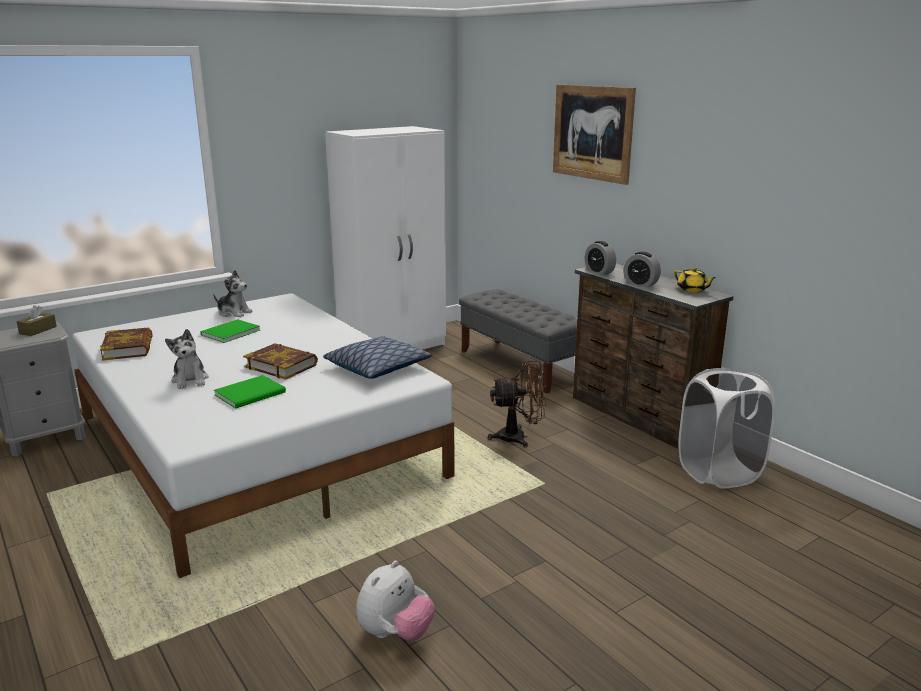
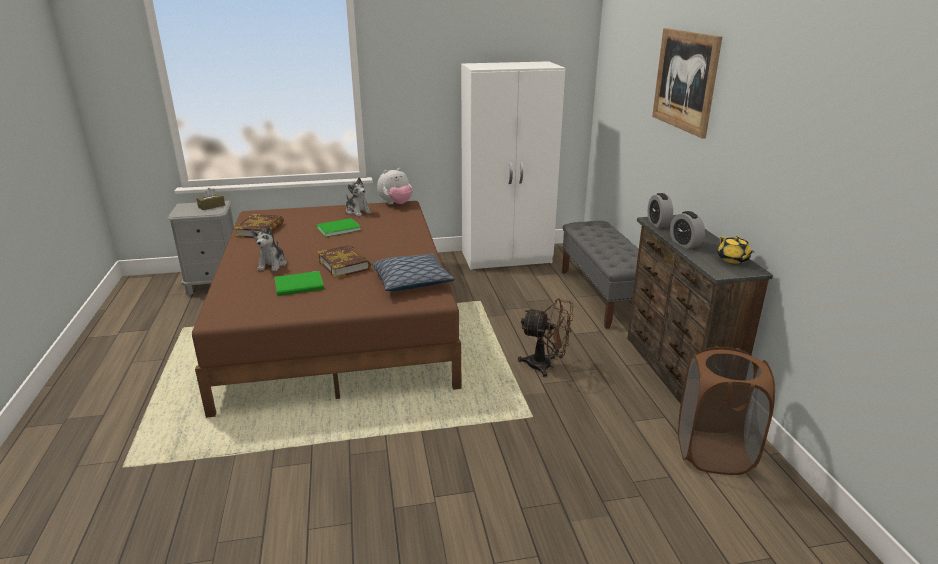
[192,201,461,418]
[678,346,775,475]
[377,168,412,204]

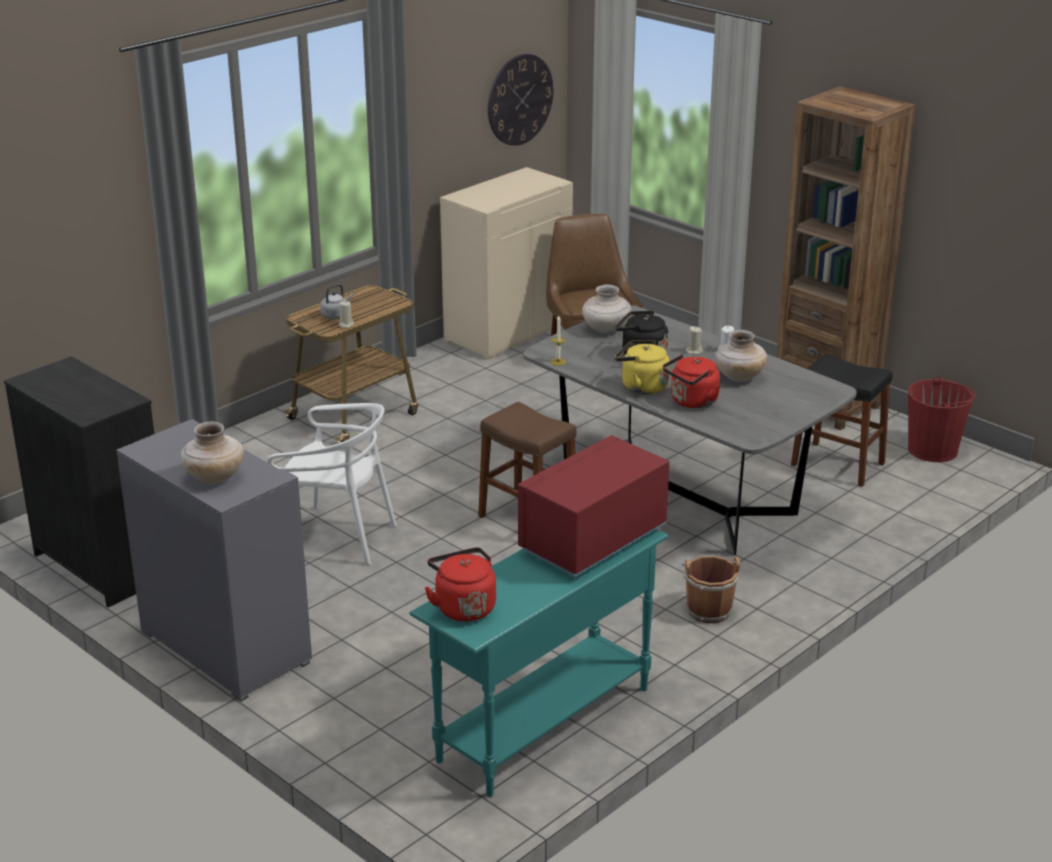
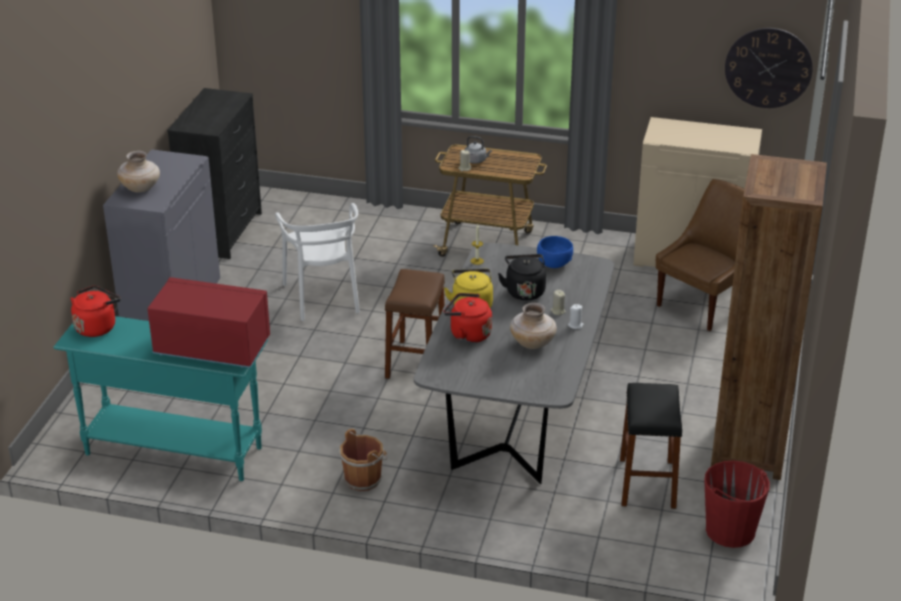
[537,236,573,268]

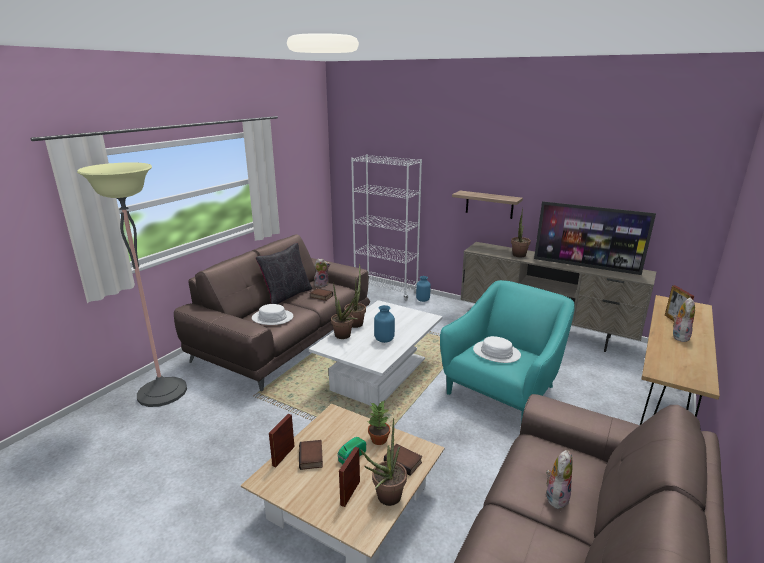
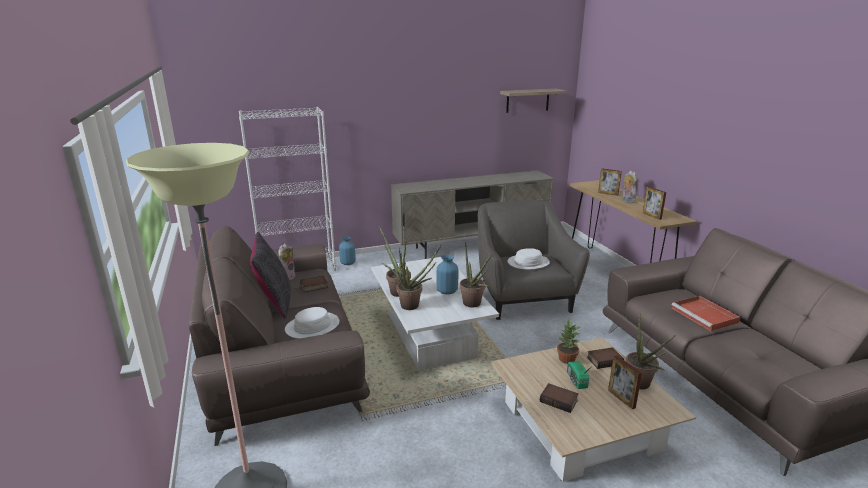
[500,89,567,113]
[534,201,656,275] (first image)
[460,242,493,307]
[478,200,590,320]
[643,187,666,220]
[672,296,740,331]

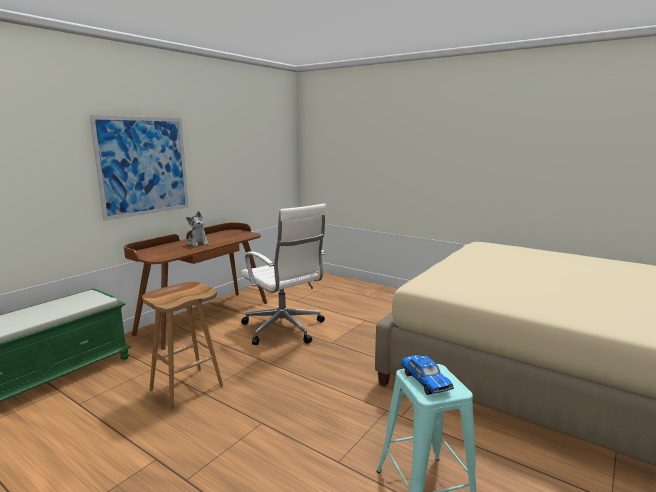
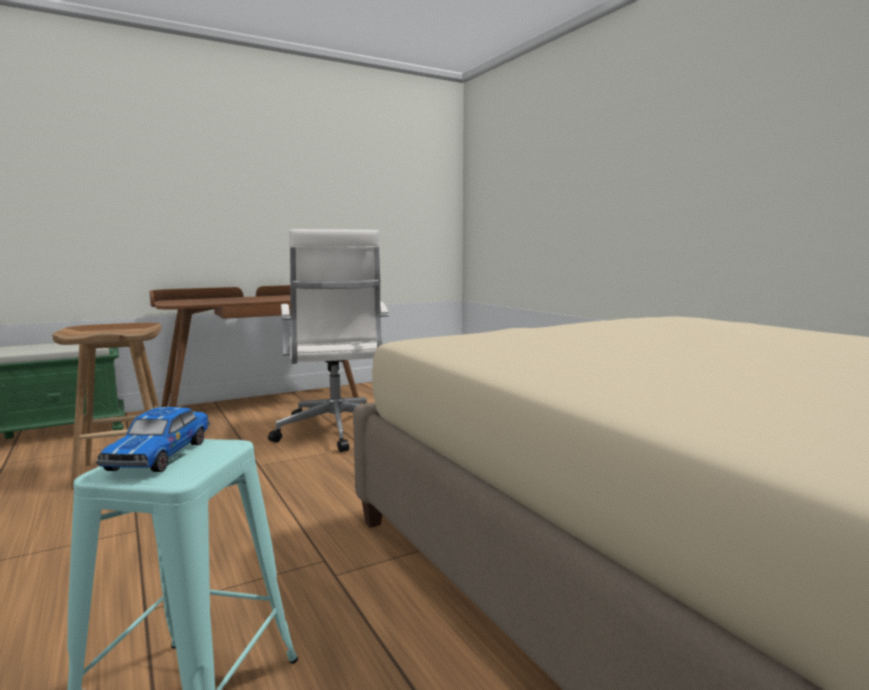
[89,115,189,221] (first image)
[186,211,209,247] (first image)

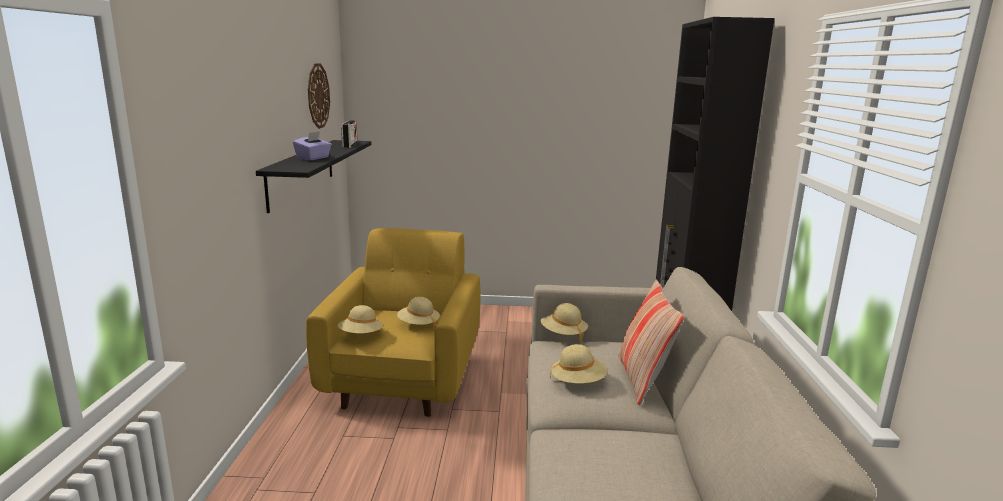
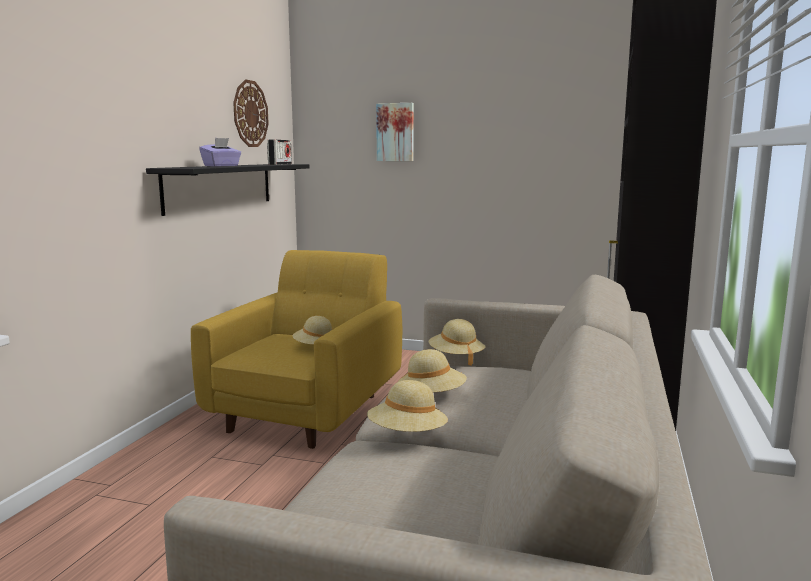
[618,279,684,405] (first image)
[367,380,448,432]
[376,103,414,161]

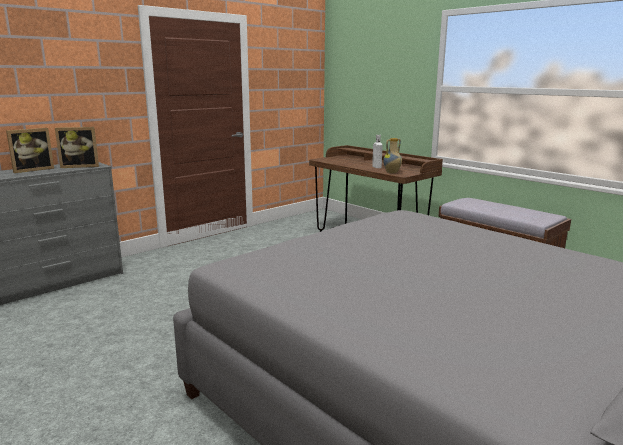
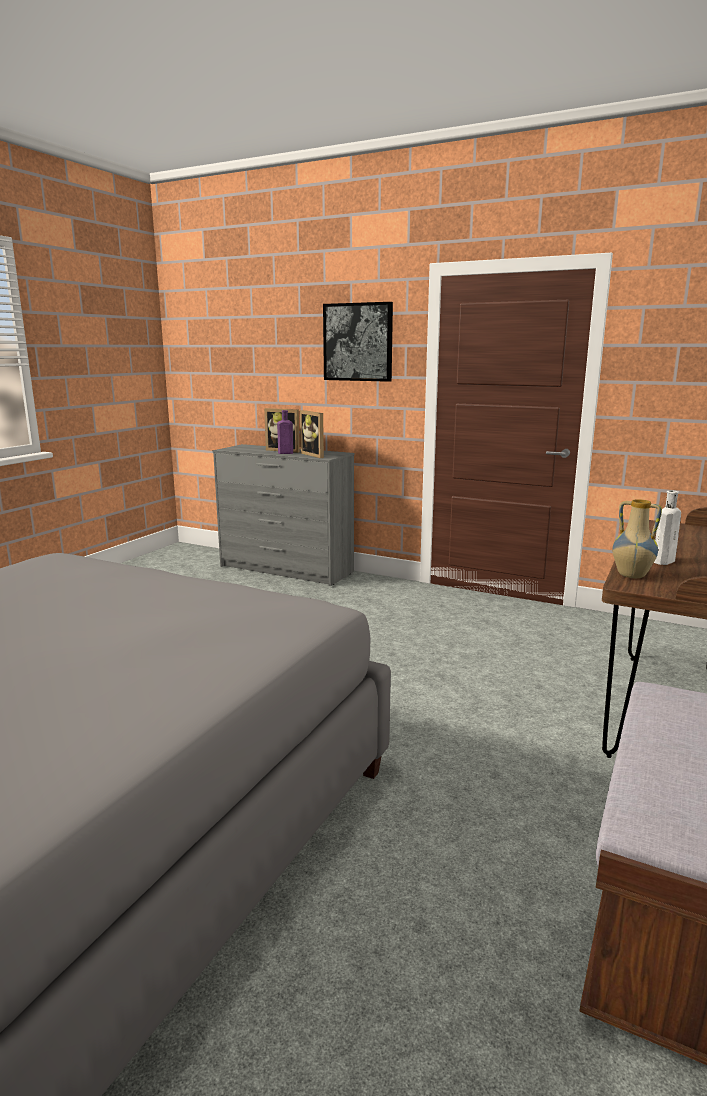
[323,302,393,382]
[277,410,293,454]

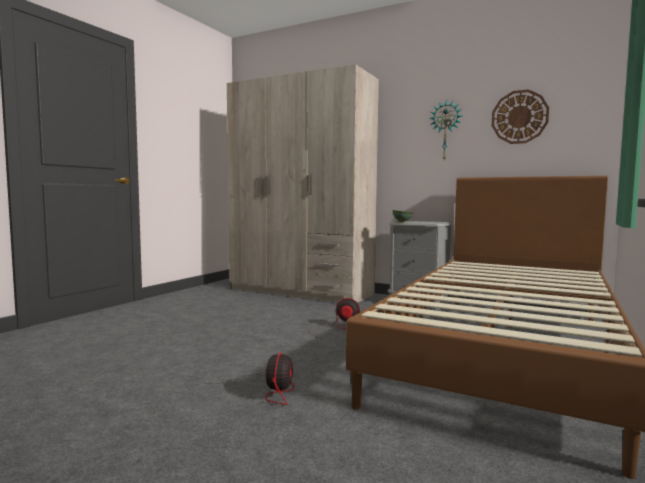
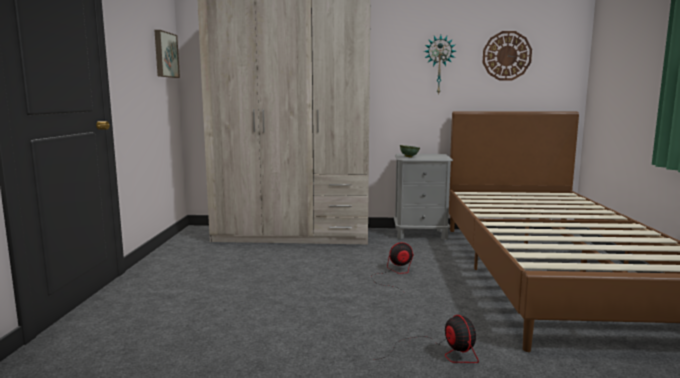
[155,30,180,78]

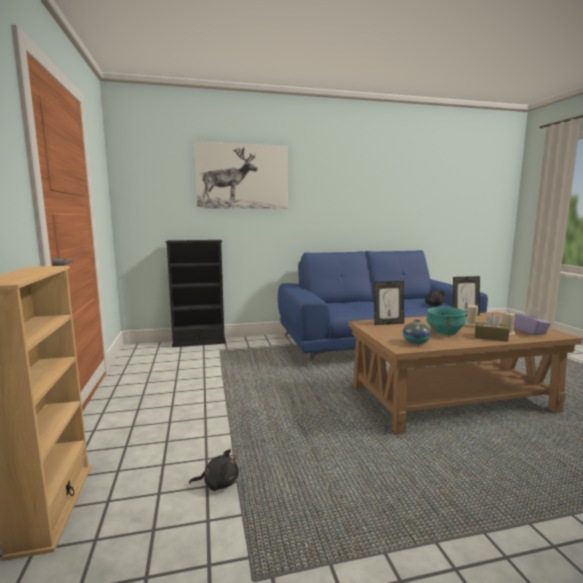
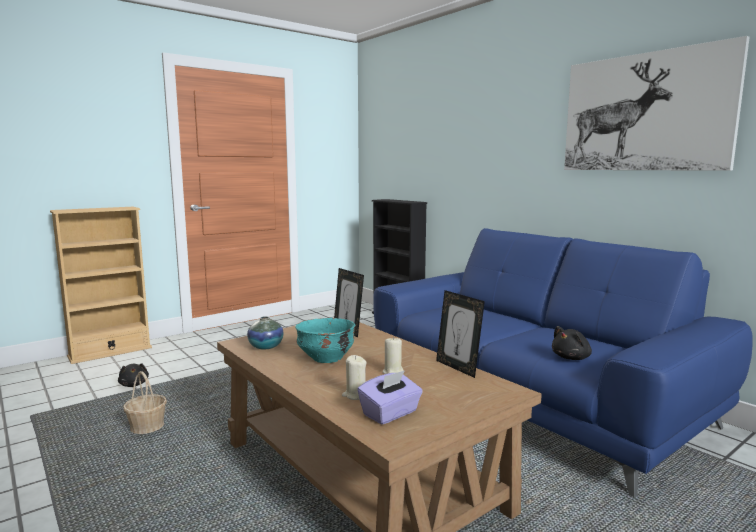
[564,36,750,171]
[475,313,510,342] (first image)
[123,371,167,434]

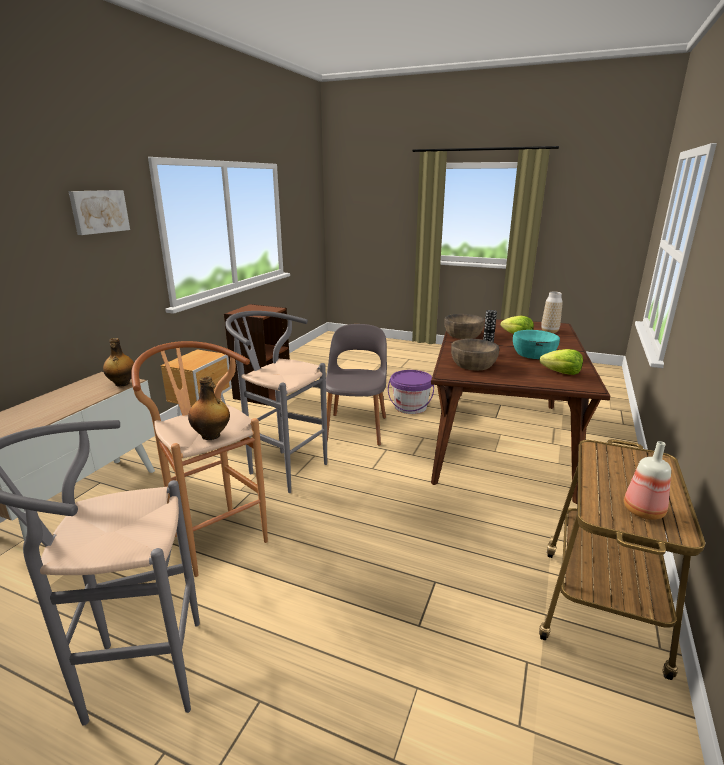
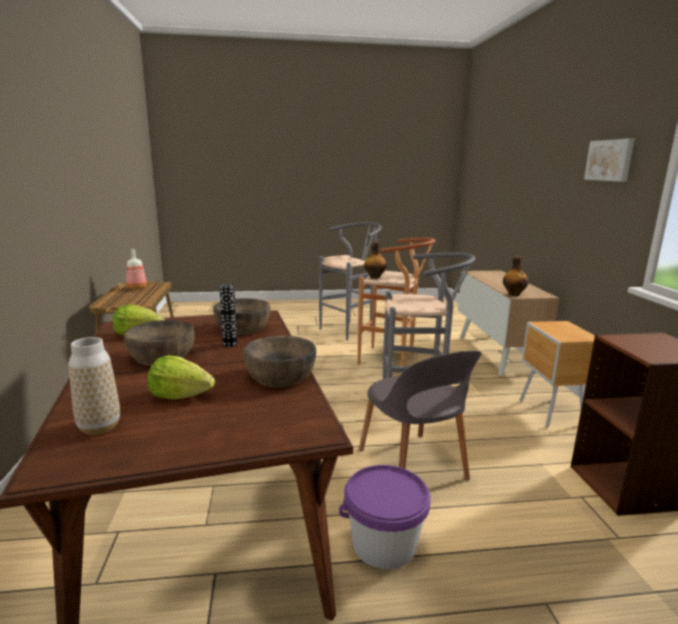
[124,320,195,366]

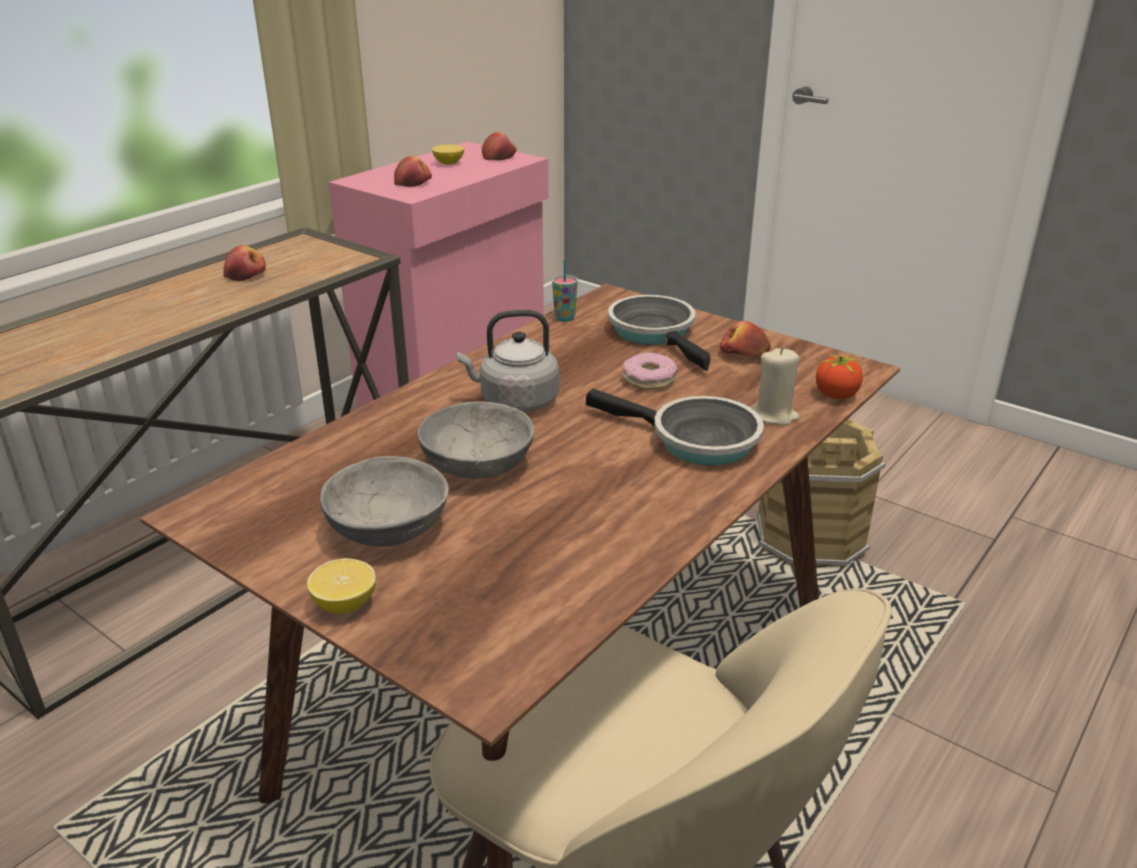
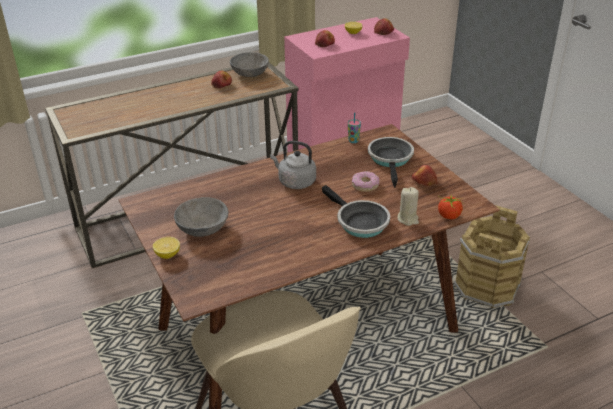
[230,52,269,77]

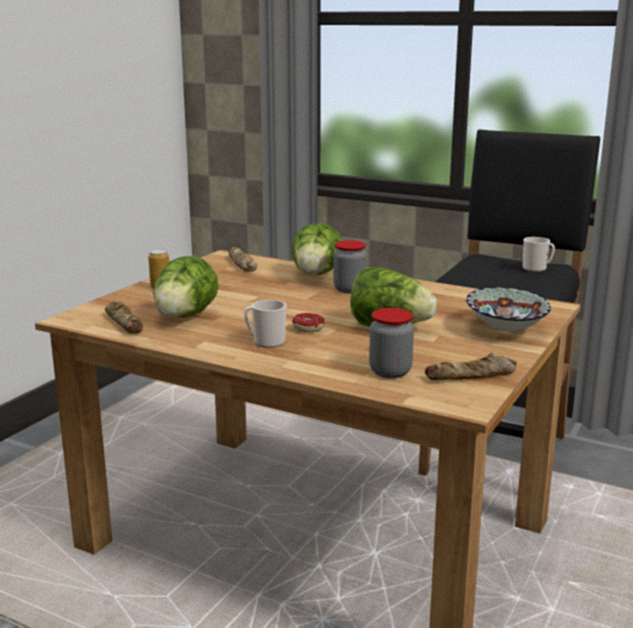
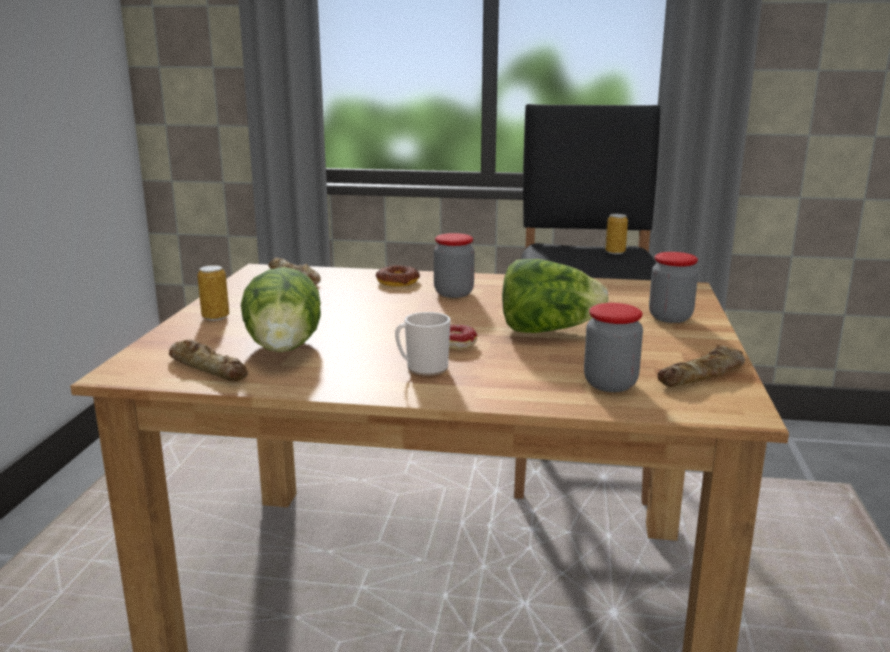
[376,265,420,287]
[605,214,628,254]
[649,252,698,323]

